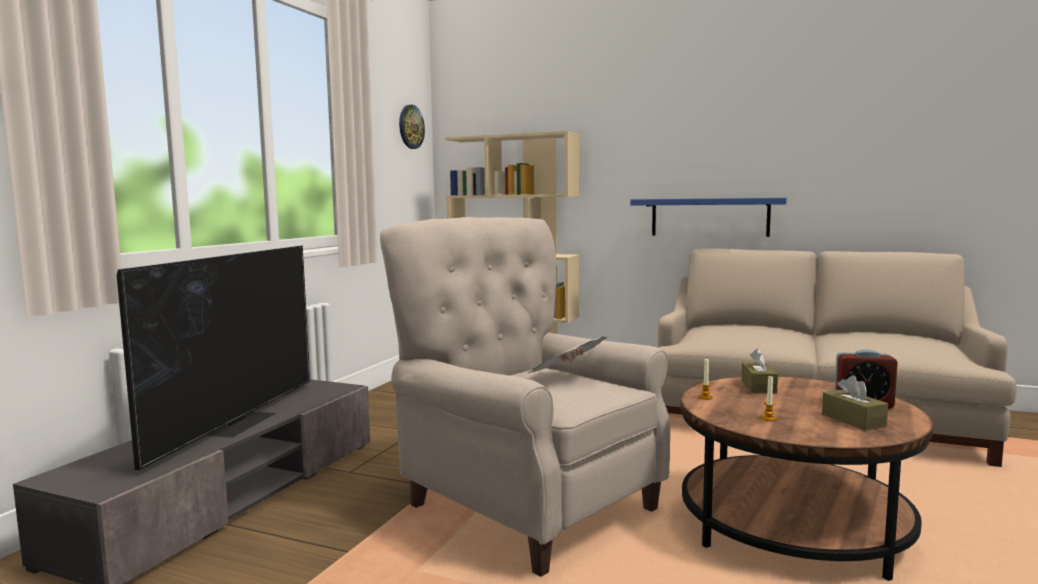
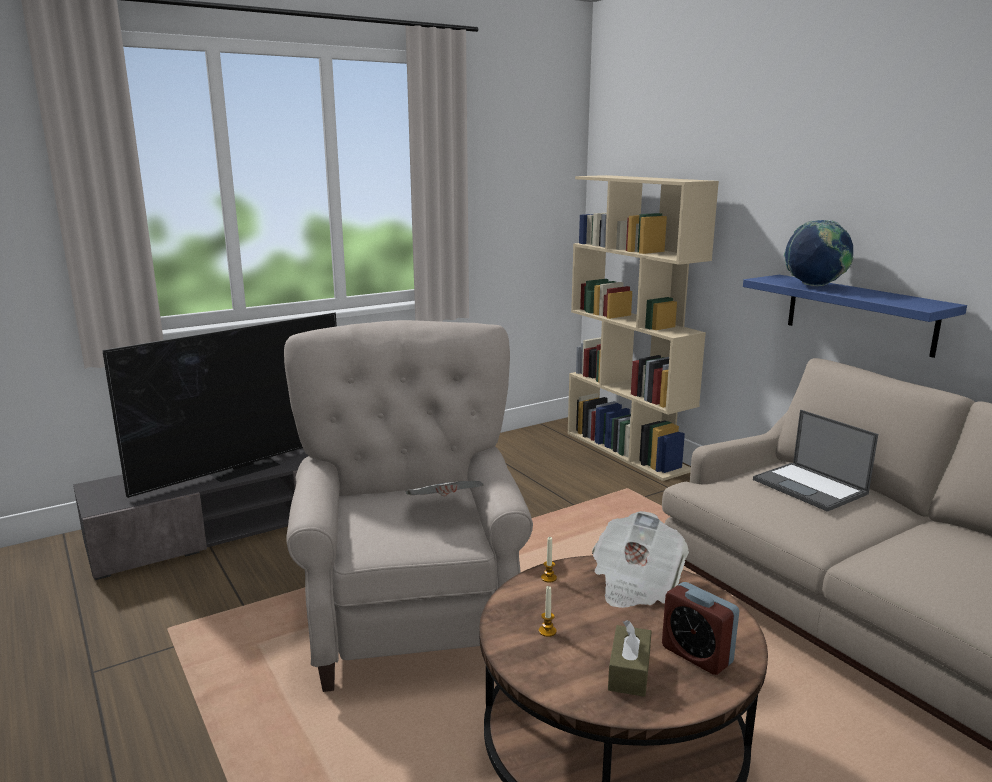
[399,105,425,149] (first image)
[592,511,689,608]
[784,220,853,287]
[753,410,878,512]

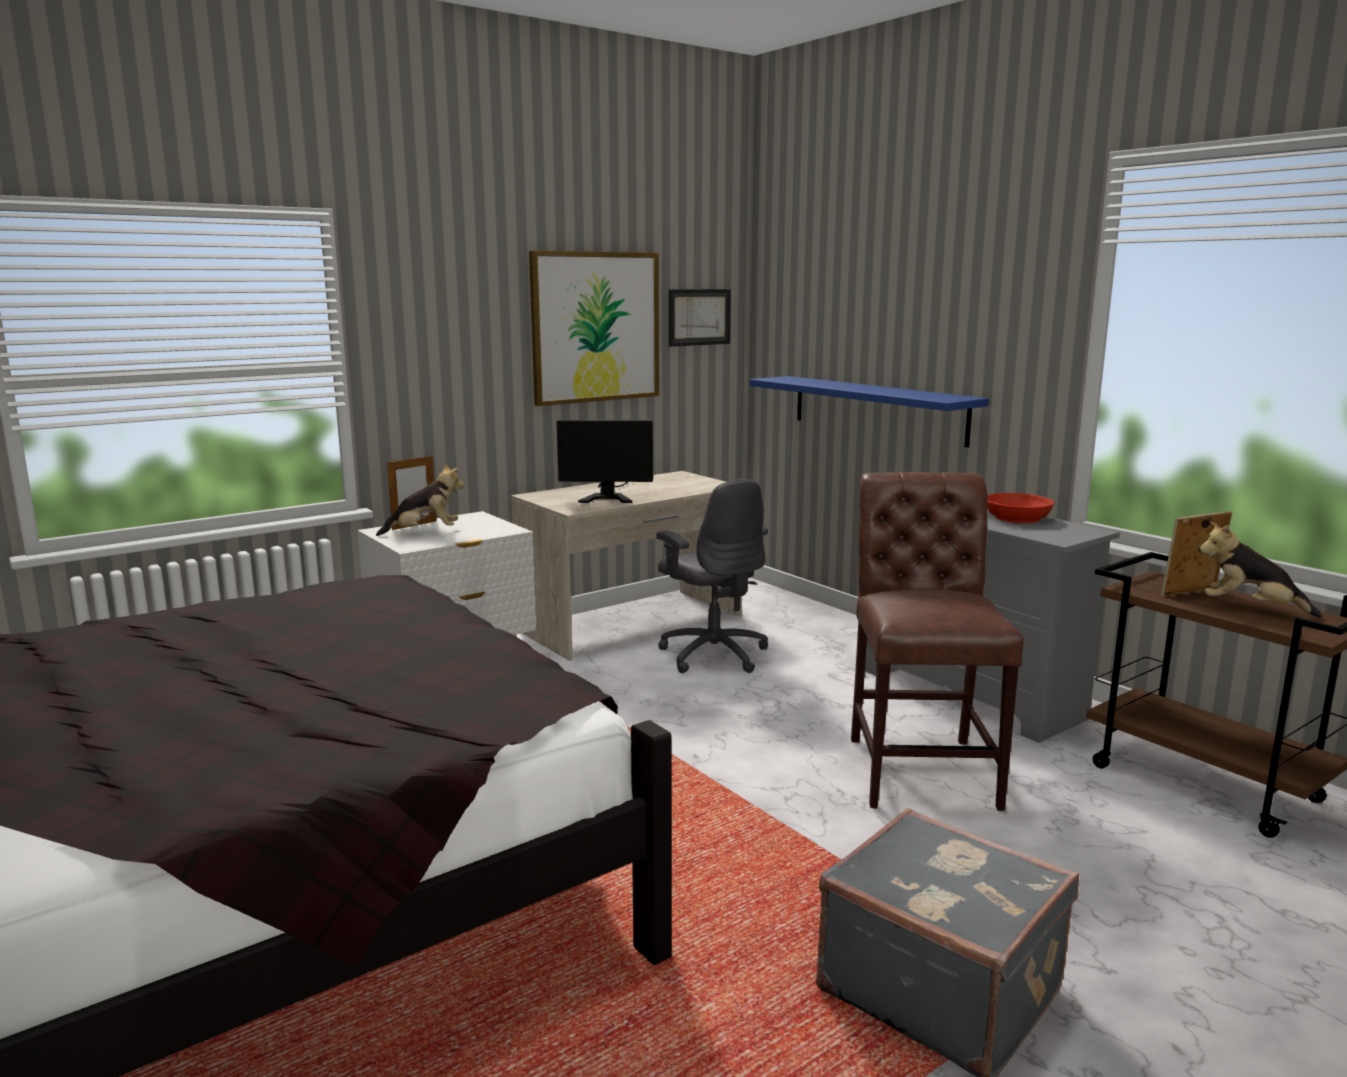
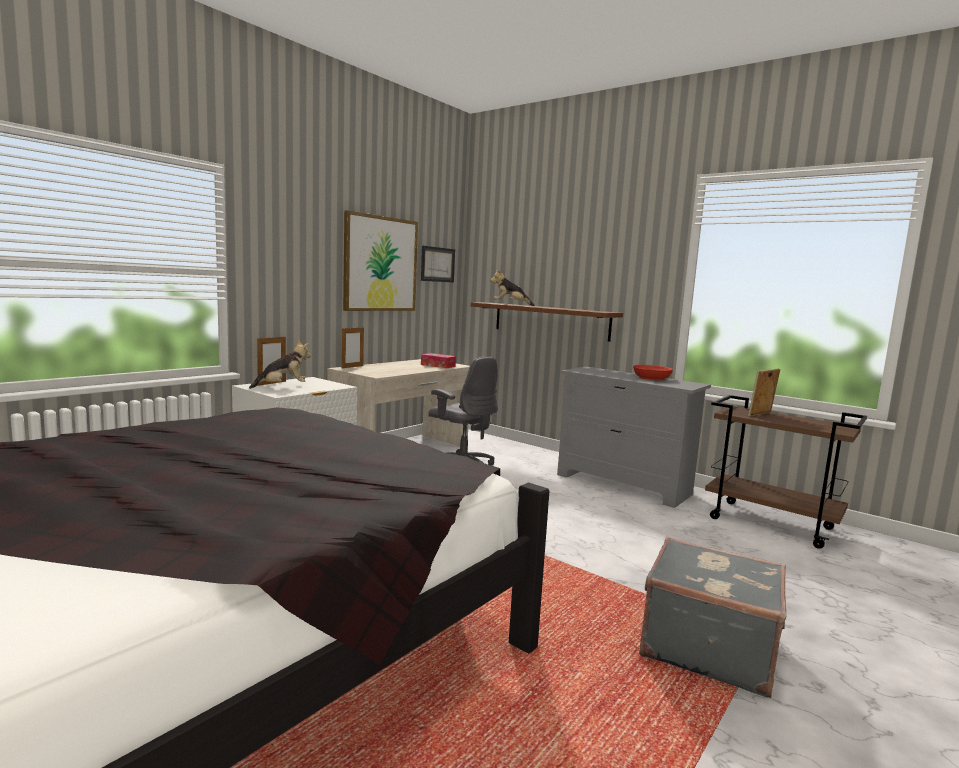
[471,302,623,342]
[557,420,653,503] (first image)
[851,472,1024,811] (first image)
[490,269,535,306]
[341,327,364,369]
[421,353,456,368]

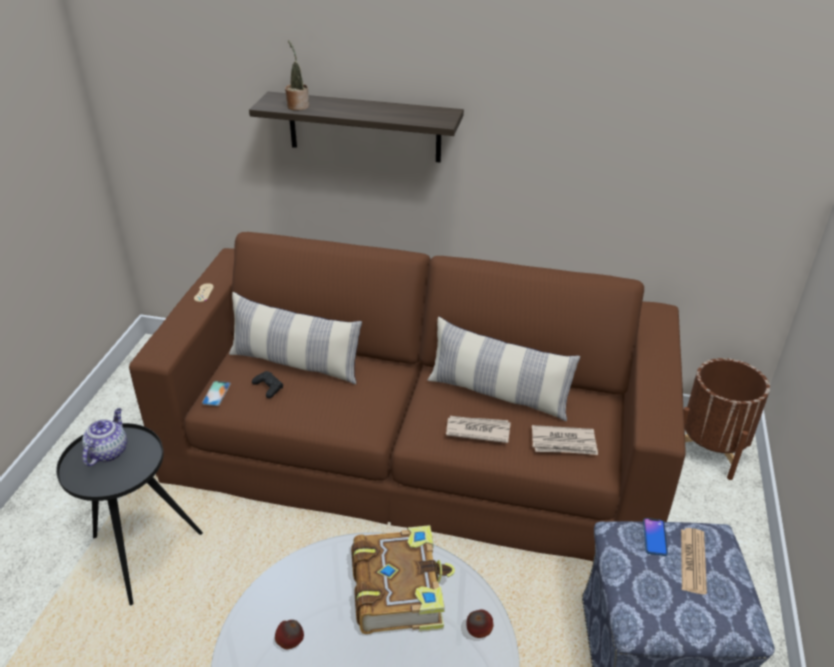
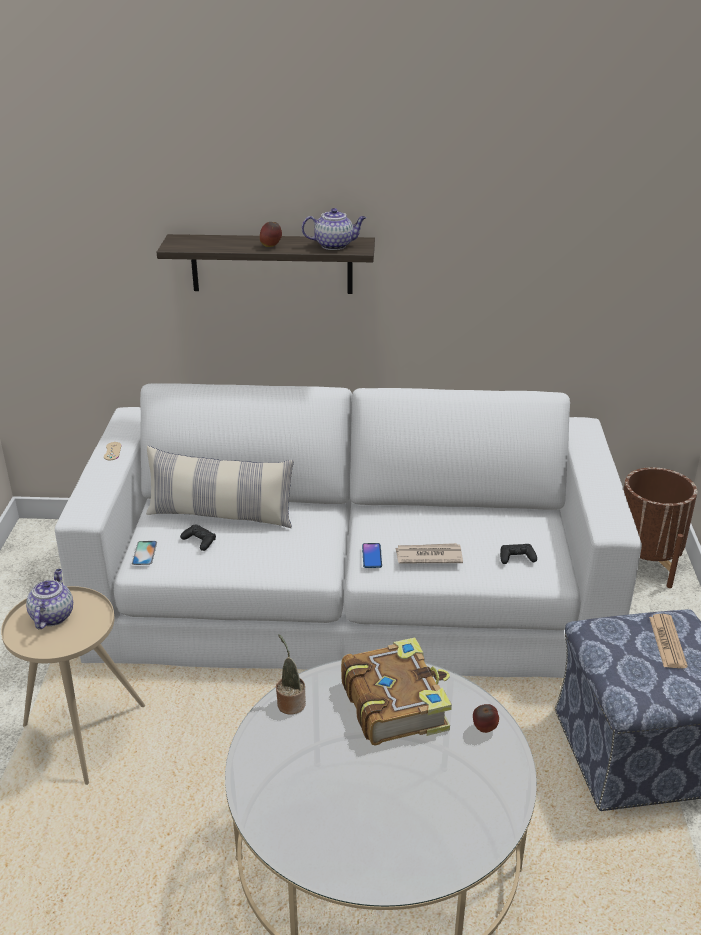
[276,634,306,715]
[55,383,642,678]
[428,317,580,421] (first image)
[1,586,145,785]
[500,544,537,564]
[362,543,382,568]
[260,222,282,247]
[302,208,366,250]

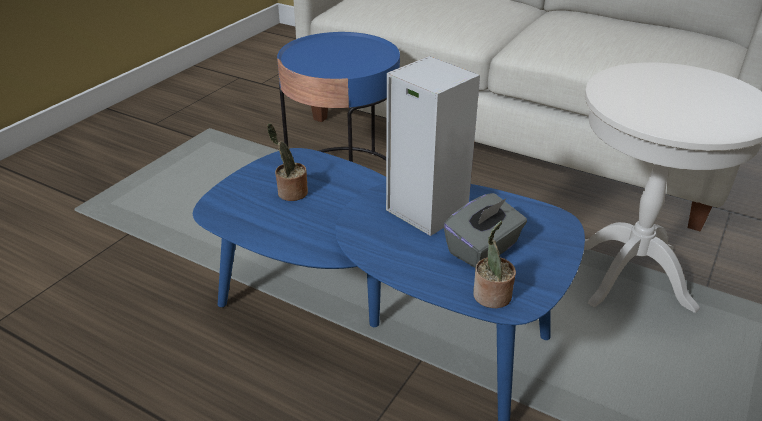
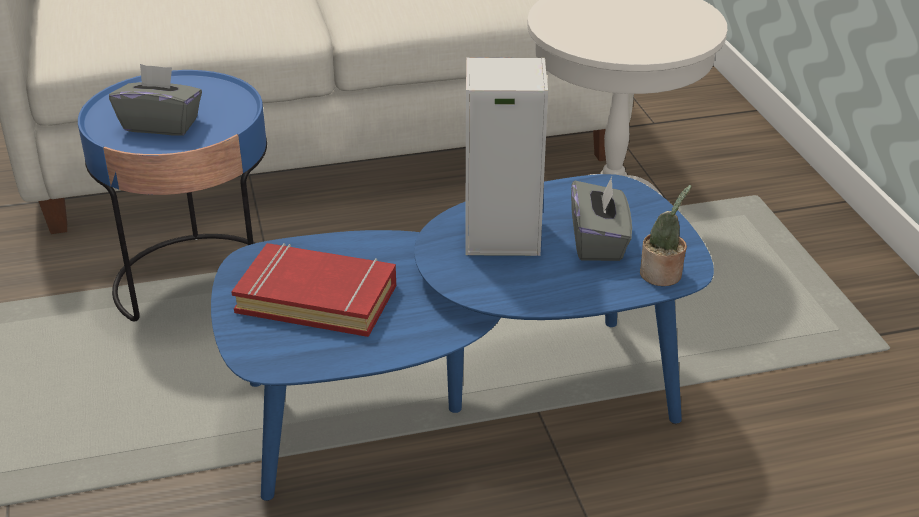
[231,243,396,337]
[109,64,202,136]

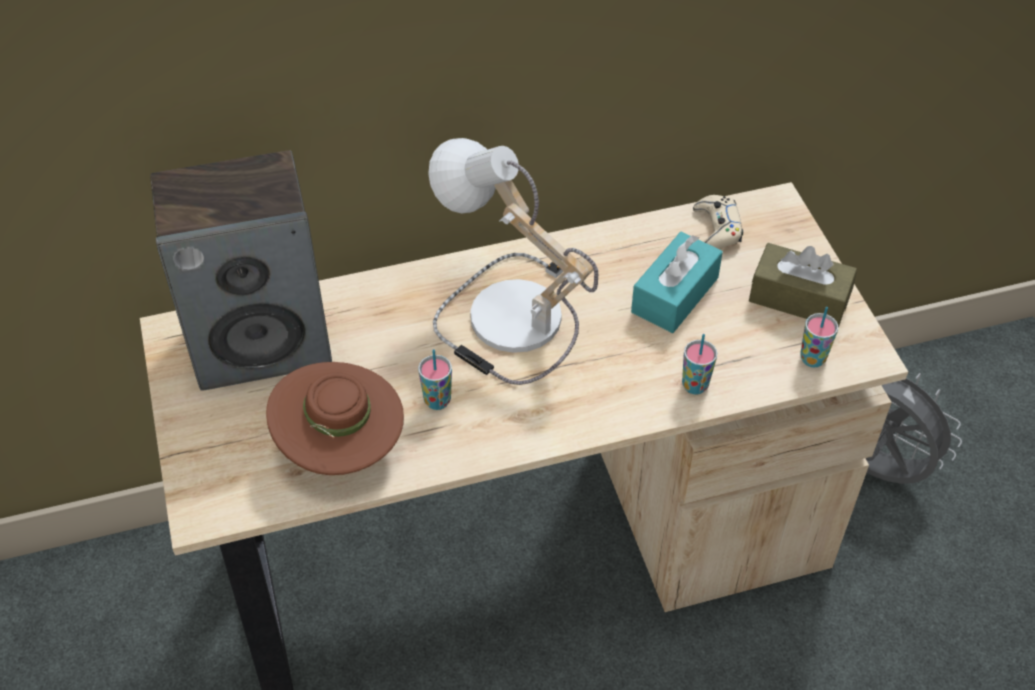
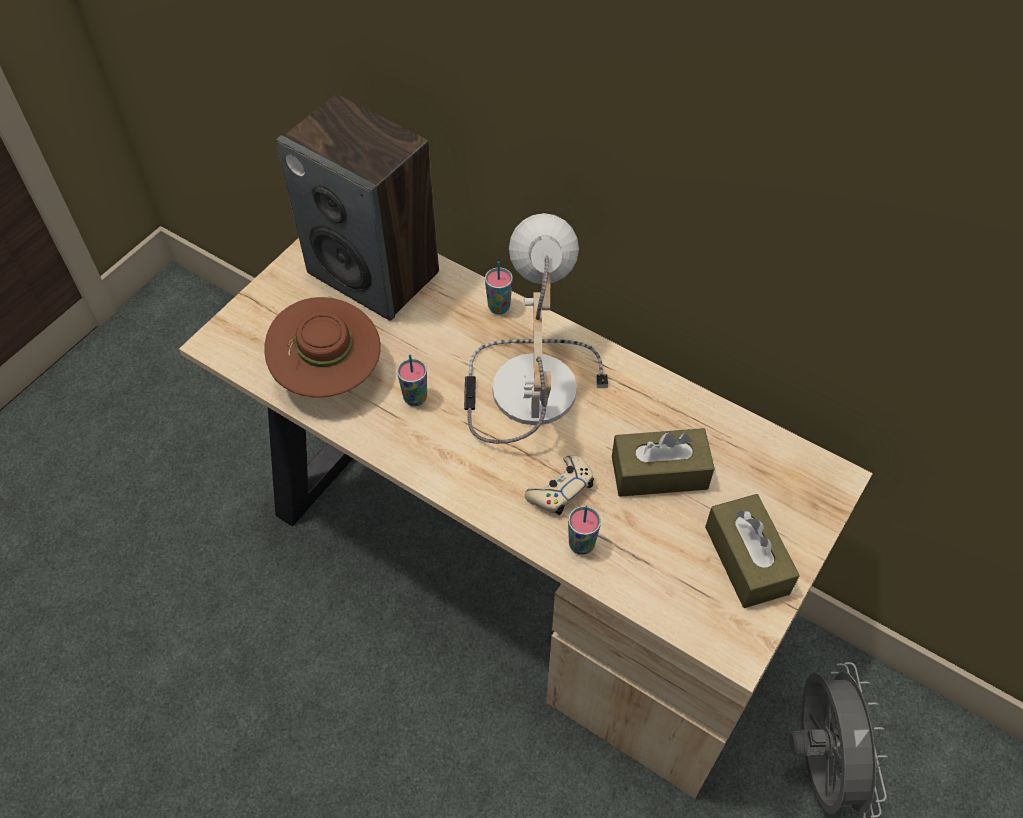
[525,455,594,515]
[612,428,714,497]
[485,261,513,314]

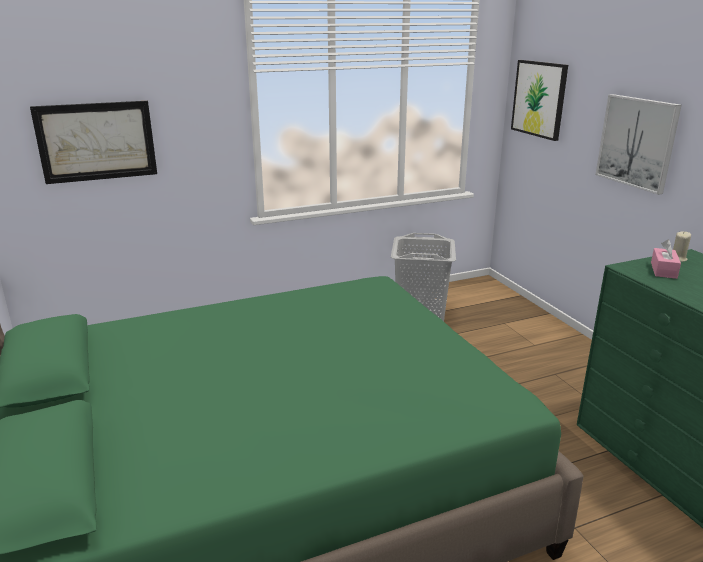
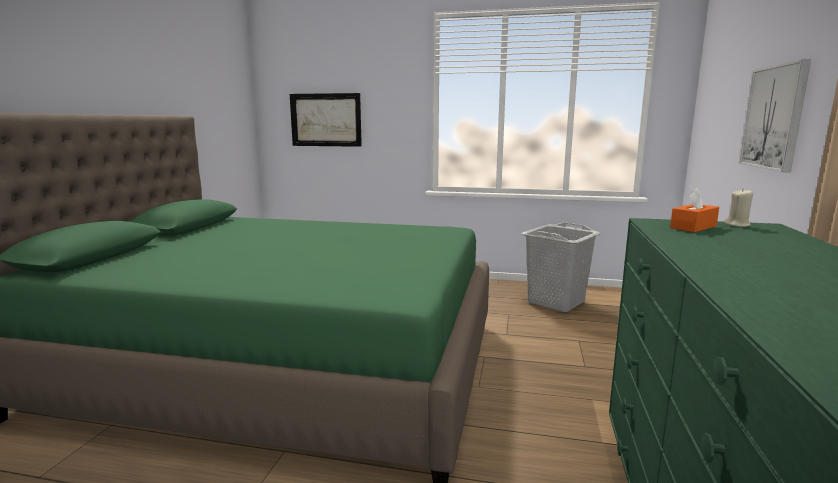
[511,60,568,141] (first image)
[670,188,719,232]

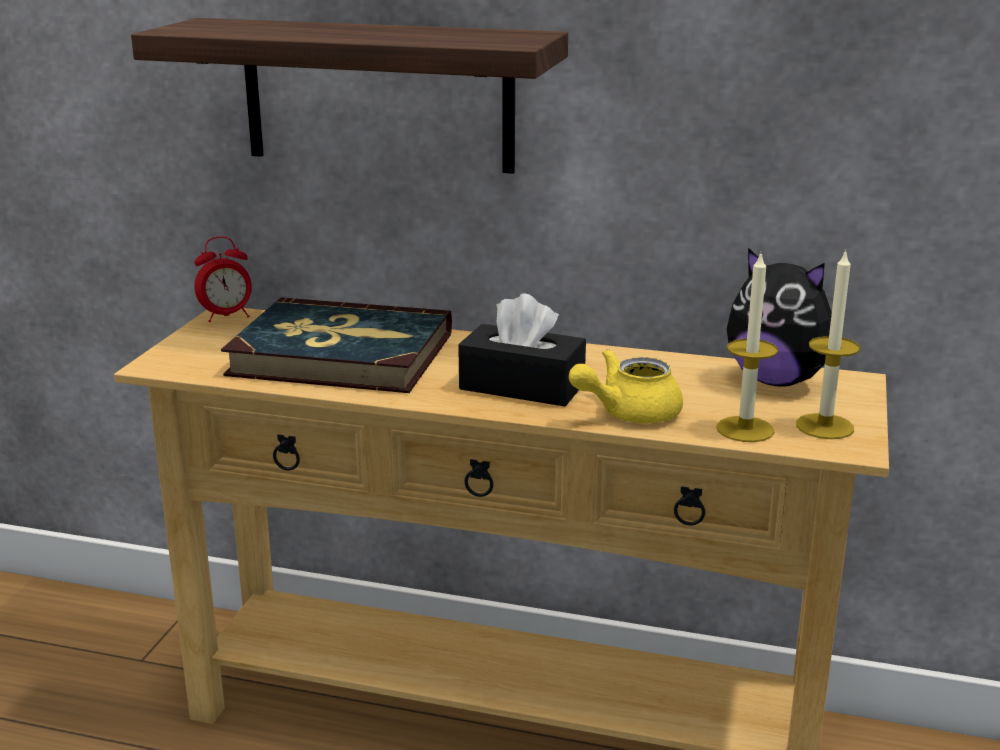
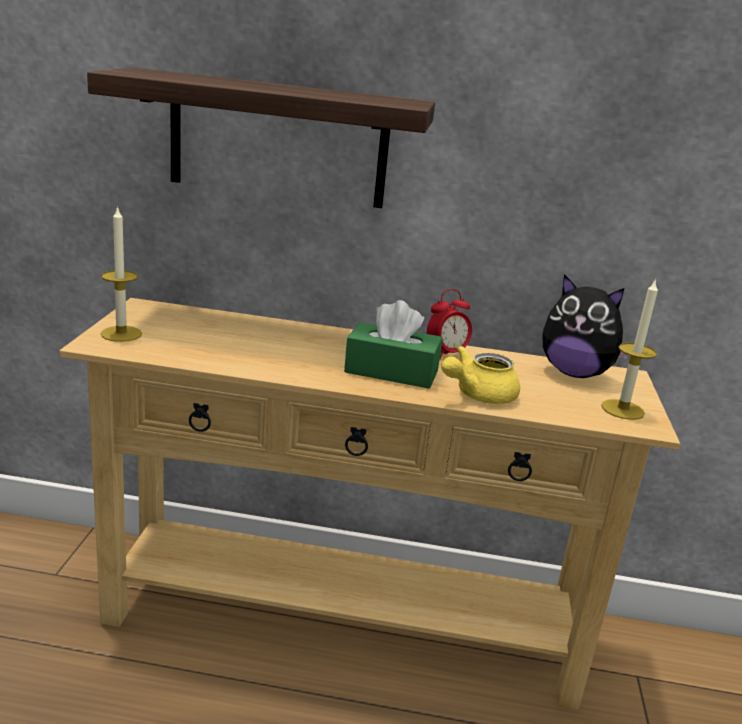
[427,289,472,360]
[101,206,142,342]
[344,300,443,389]
[221,297,452,393] (first image)

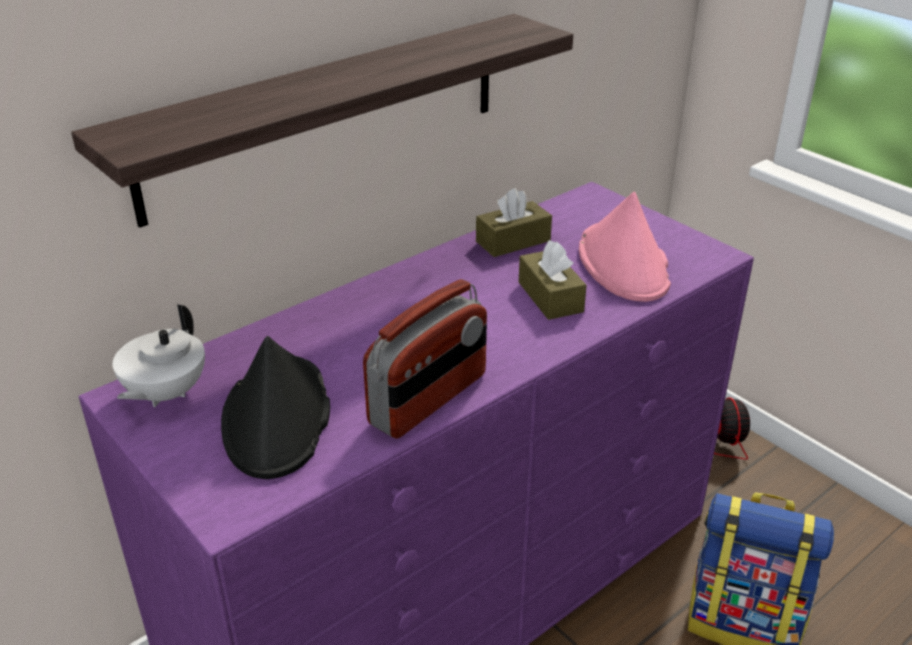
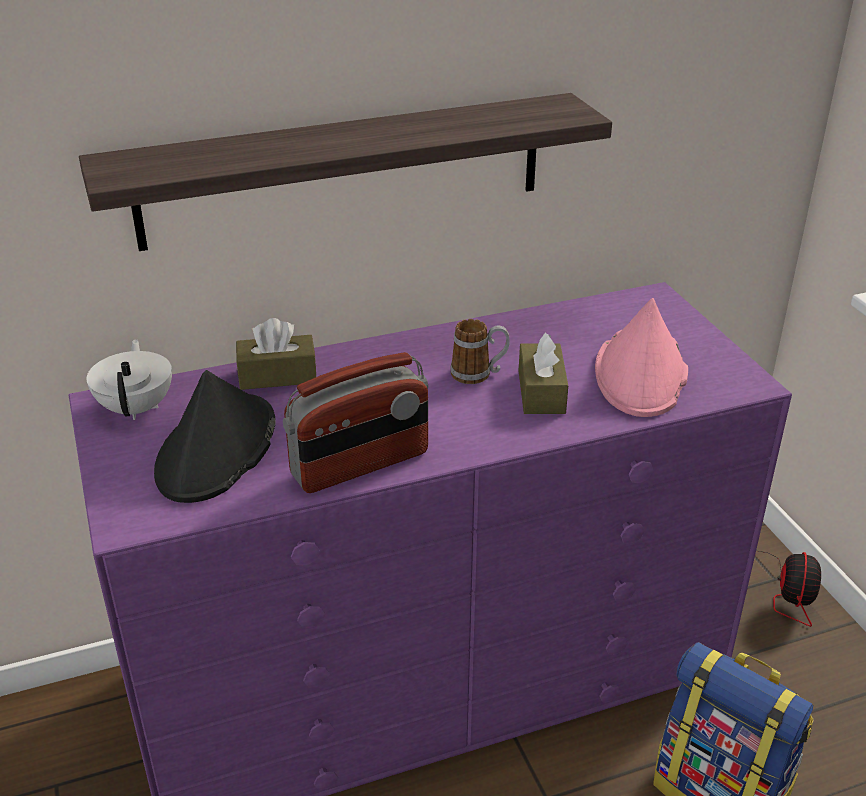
[236,318,316,390]
[87,339,172,420]
[450,319,510,384]

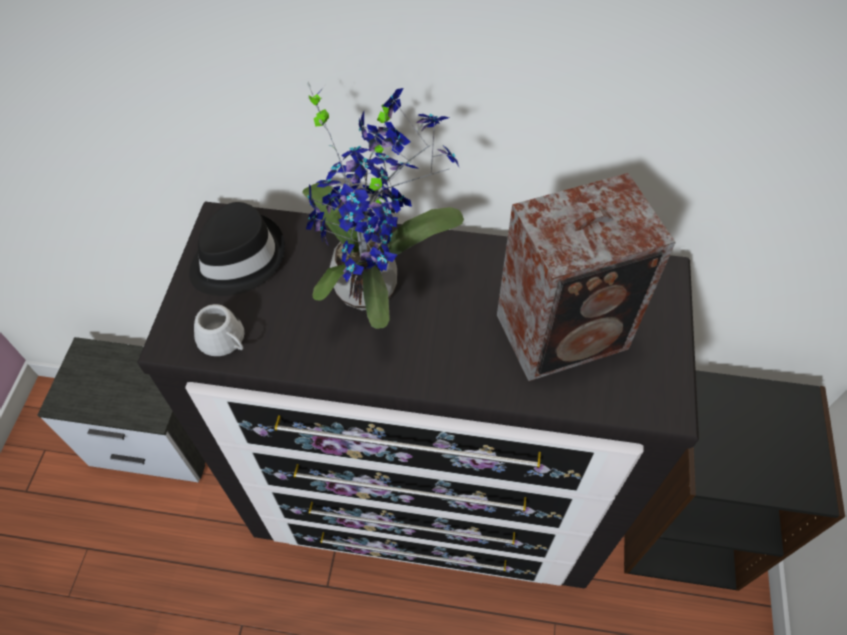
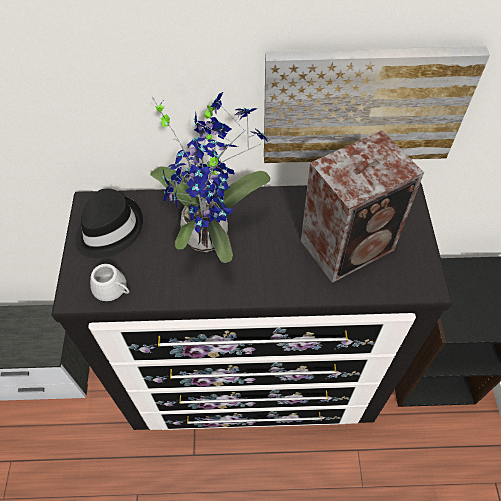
[264,46,490,163]

